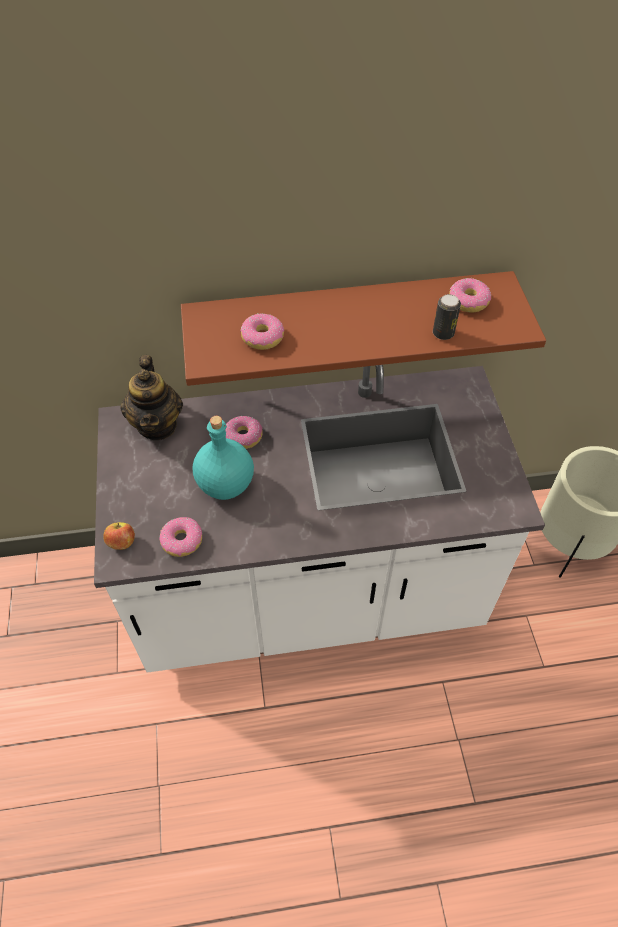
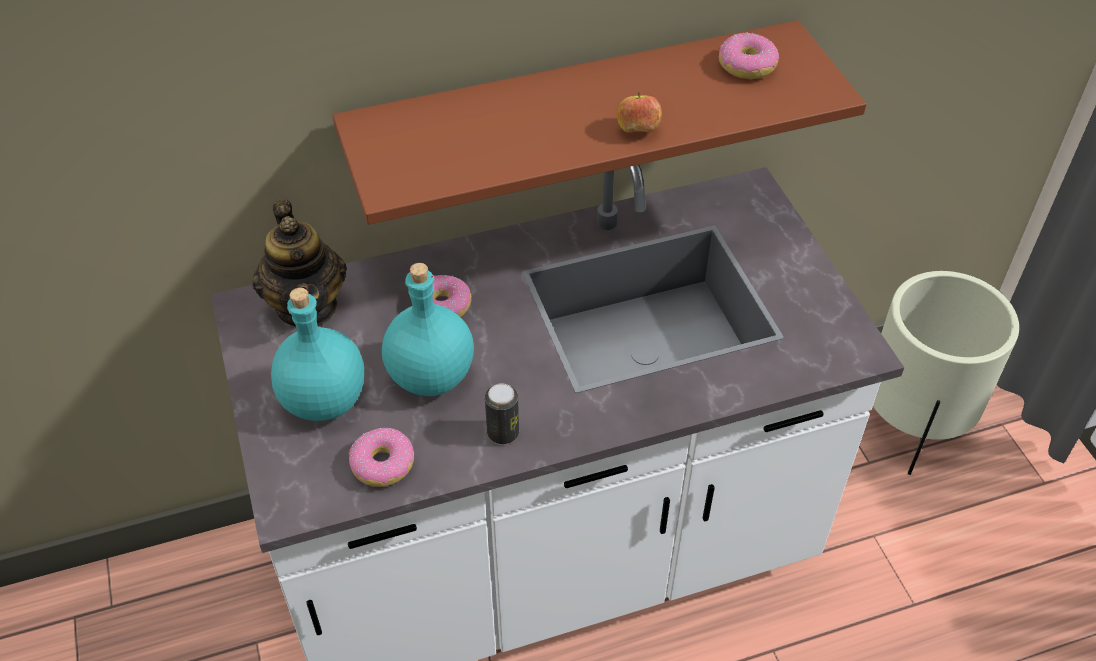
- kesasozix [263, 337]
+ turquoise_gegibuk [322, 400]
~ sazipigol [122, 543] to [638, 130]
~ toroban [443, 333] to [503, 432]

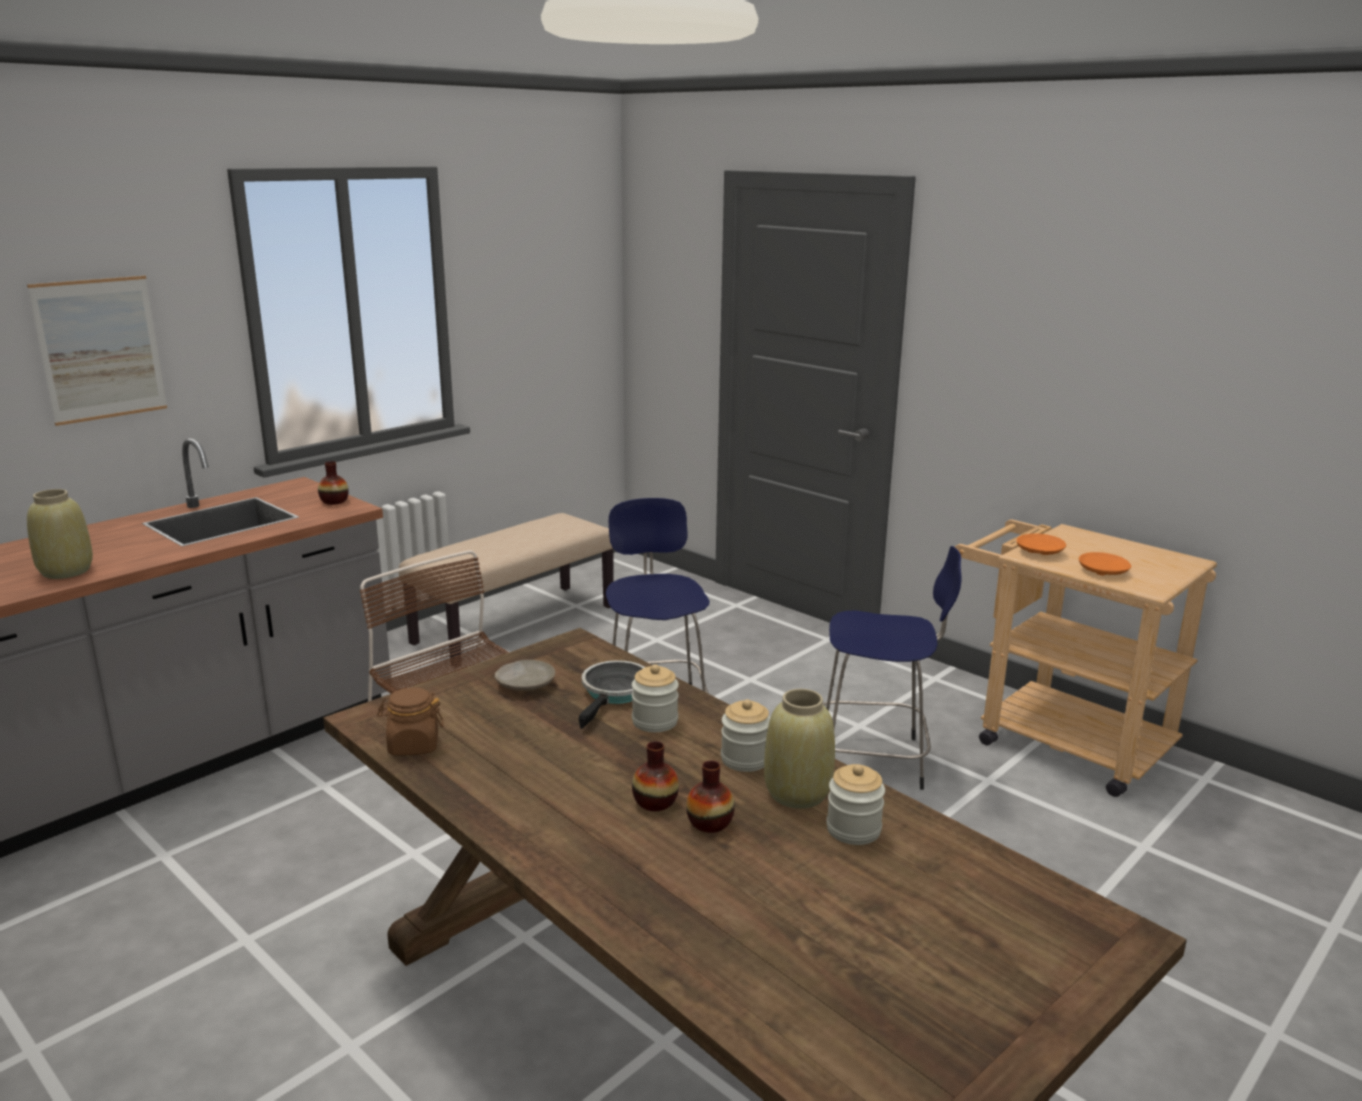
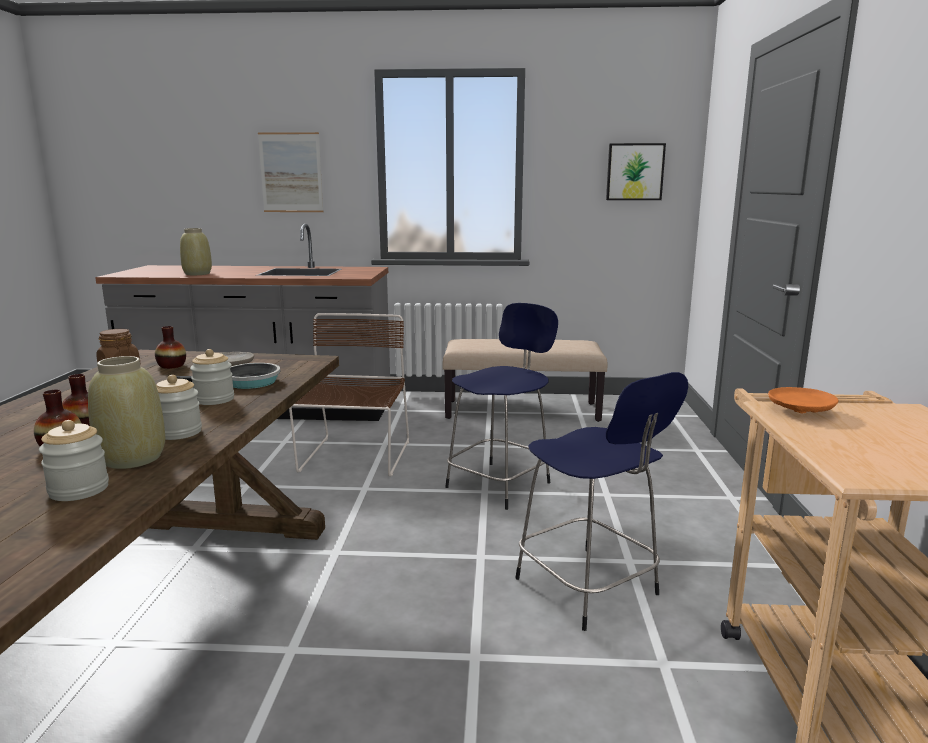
- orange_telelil [1103, 571]
+ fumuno [634, 172]
~ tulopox [334, 501] to [172, 366]

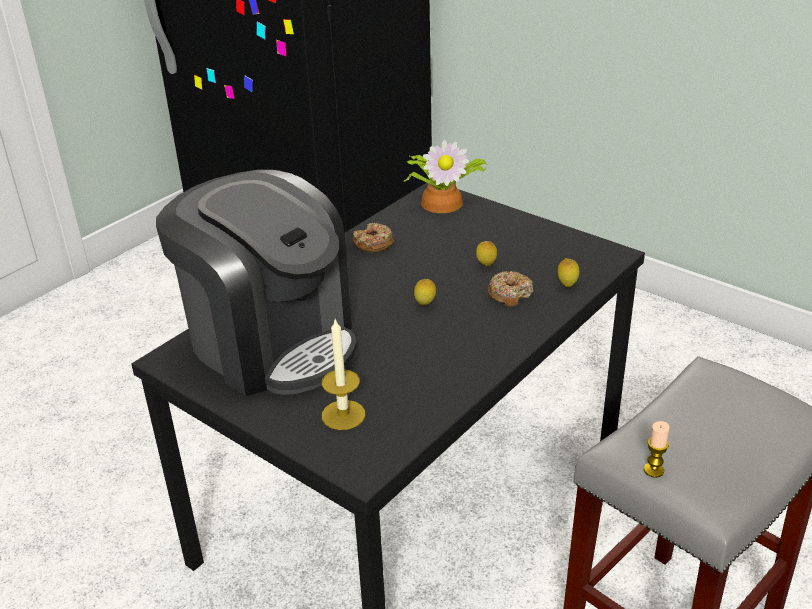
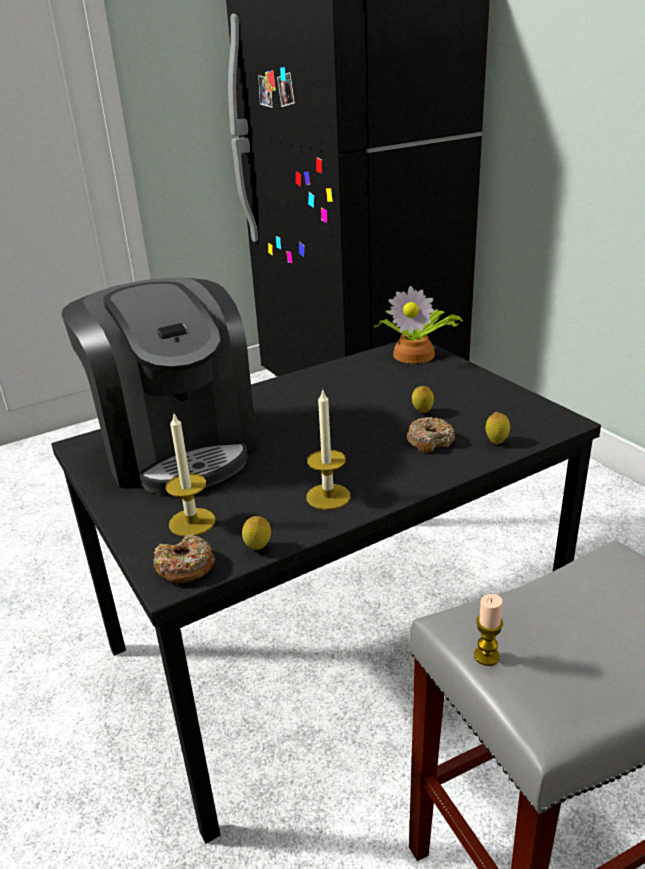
+ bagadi [328, 496]
~ kesasozix [374, 244] to [185, 567]
~ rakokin [425, 305] to [258, 549]

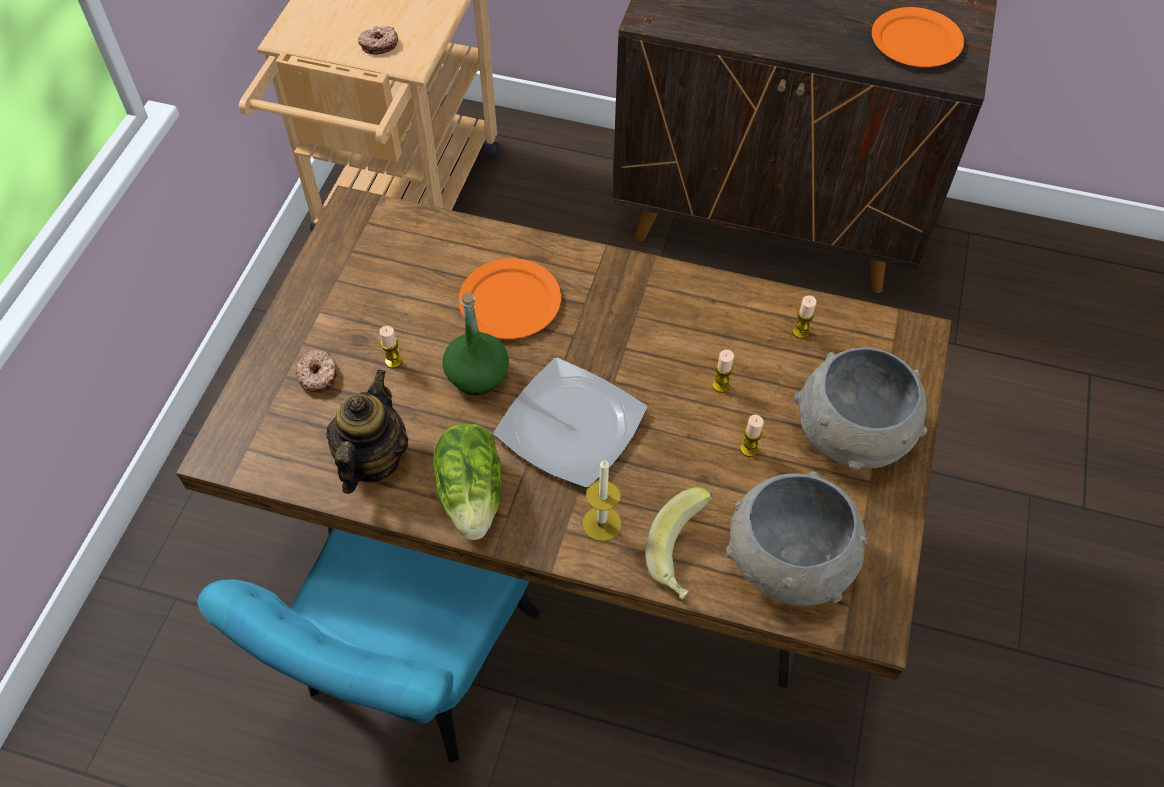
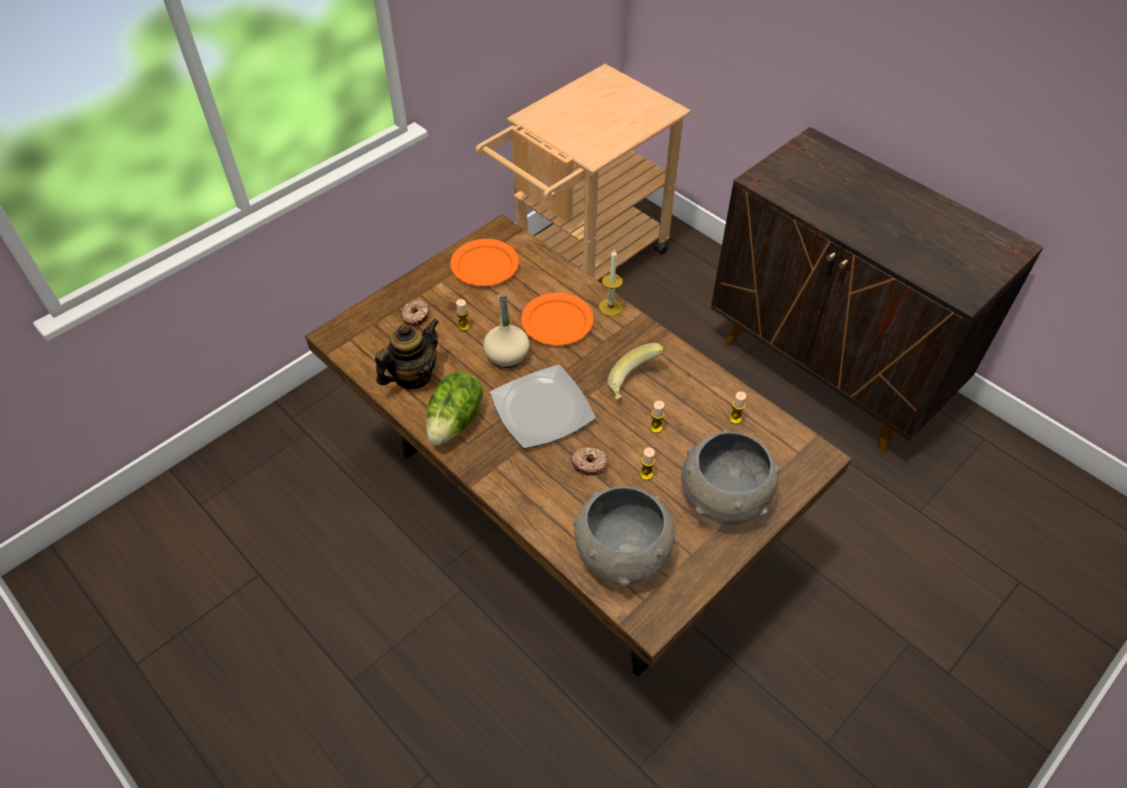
- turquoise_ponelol [410, 674]
~ kesasozix [379, 44] to [589, 464]
~ bagadi [602, 523] to [610, 307]
~ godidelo [683, 555] to [634, 383]
~ orange_telelil [915, 41] to [484, 265]
~ green_gegibuk [477, 375] to beige_gegibuk [507, 355]

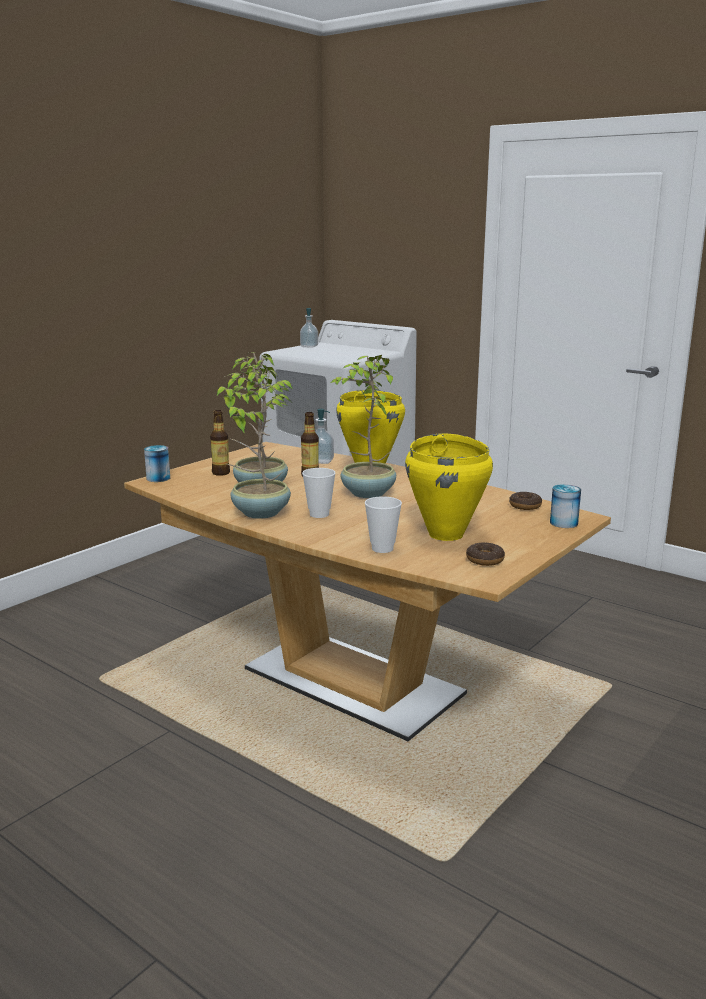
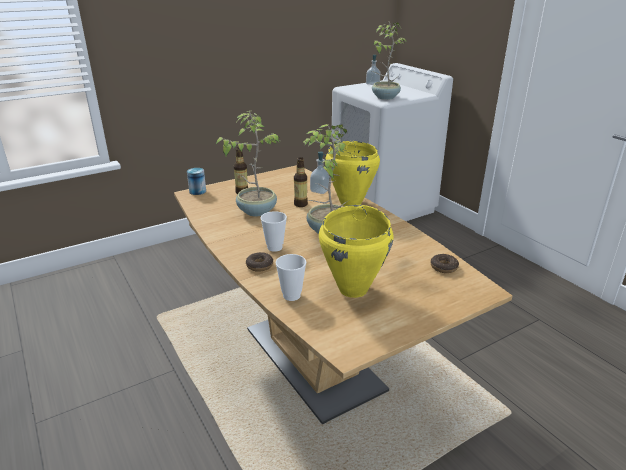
- toroban [563, 523]
~ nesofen [259, 513] to [384, 97]
~ kesasozix [485, 560] to [259, 265]

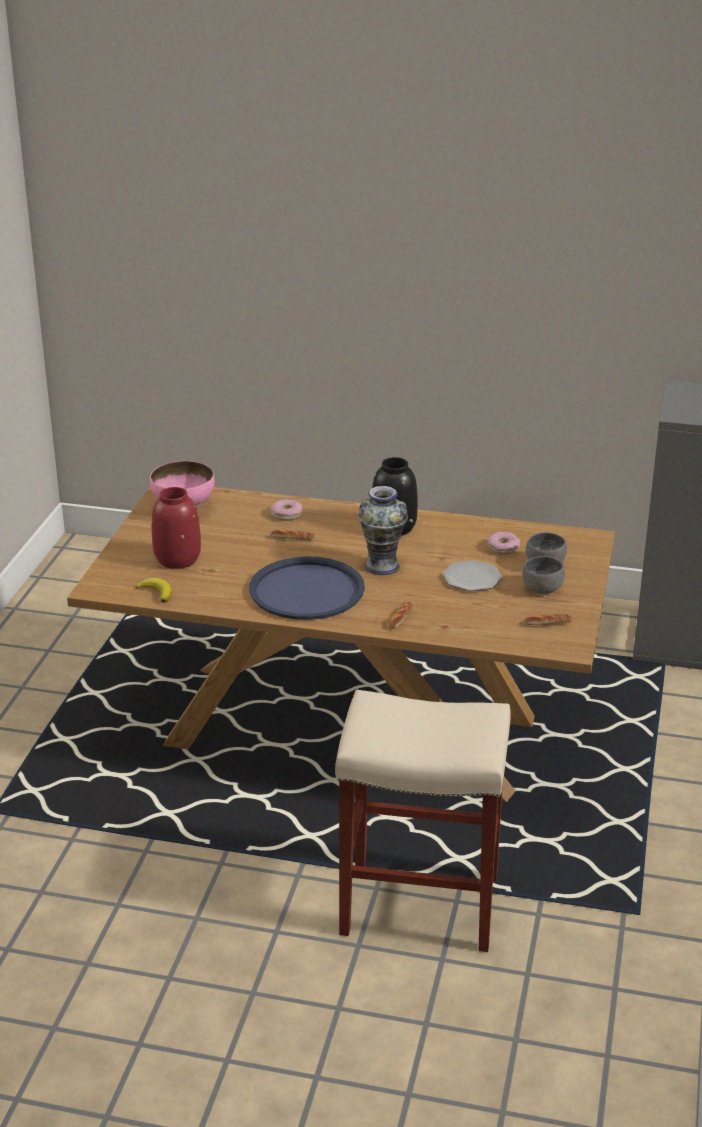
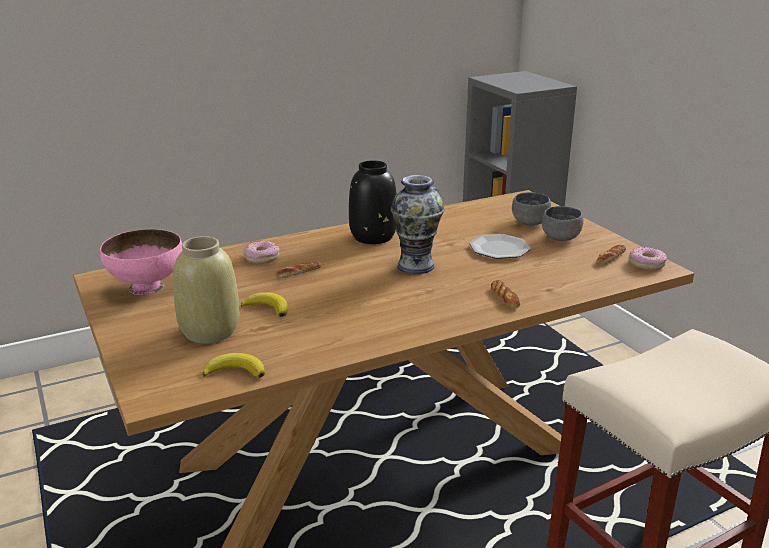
- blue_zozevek [307, 590]
+ godidelo [267, 308]
~ kesasozix [503, 547] to [646, 264]
~ red_tulopox [177, 560] to beige_tulopox [210, 332]

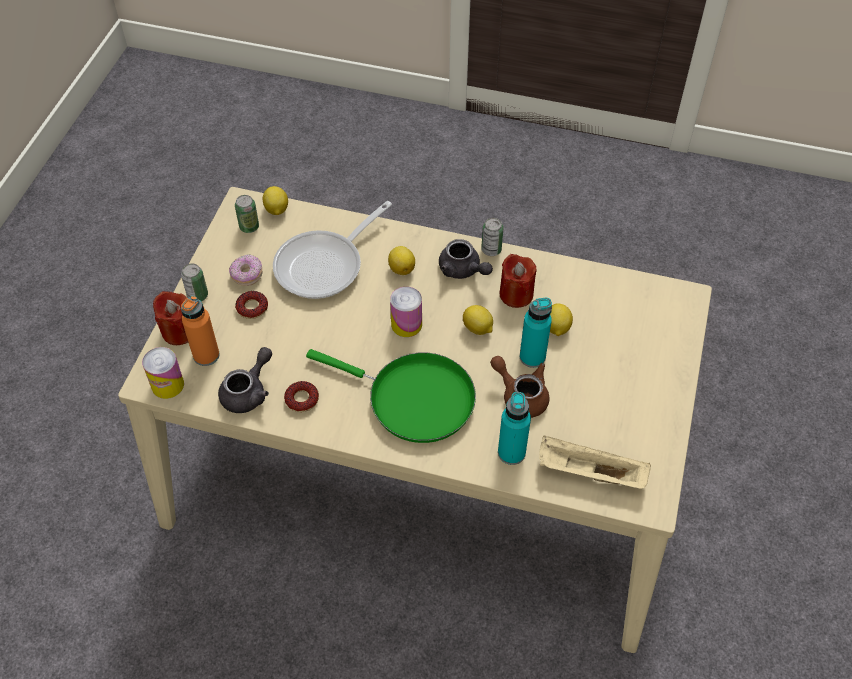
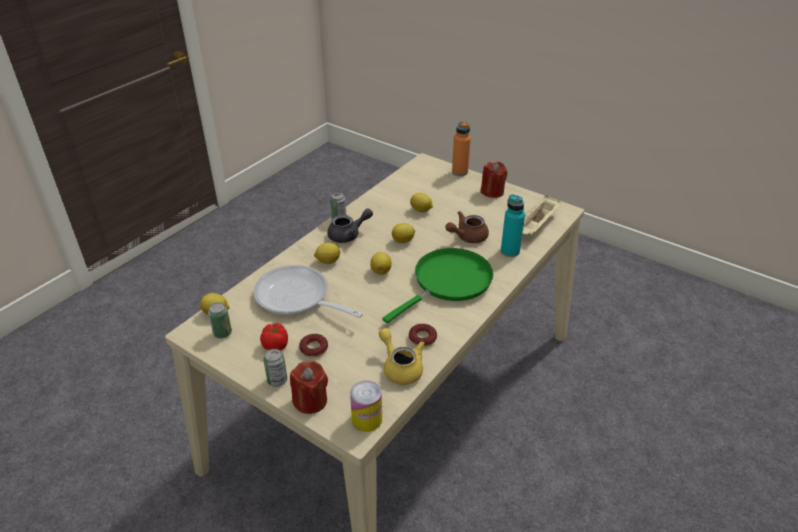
- turquoise_gegibuk [532, 357]
~ orange_gegibuk [206, 355] to [460, 172]
~ red_bagadi [516, 294] to [492, 191]
~ kesasozix [247, 275] to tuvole [276, 345]
~ toroban [406, 324] to rakokin [381, 271]
~ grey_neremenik [248, 392] to yellow_neremenik [400, 367]
~ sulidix [325, 265] = [297, 298] 150 degrees clockwise

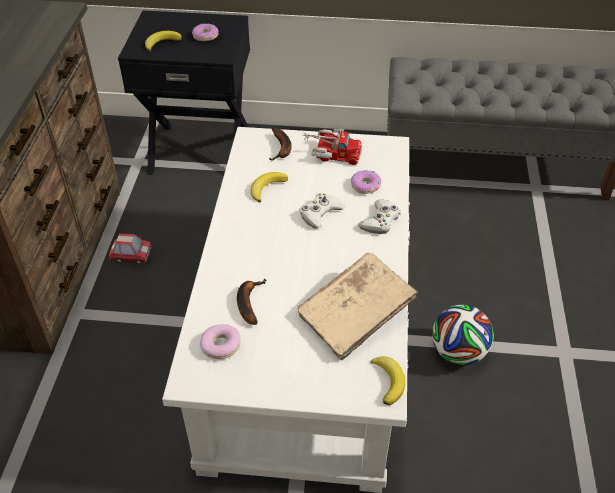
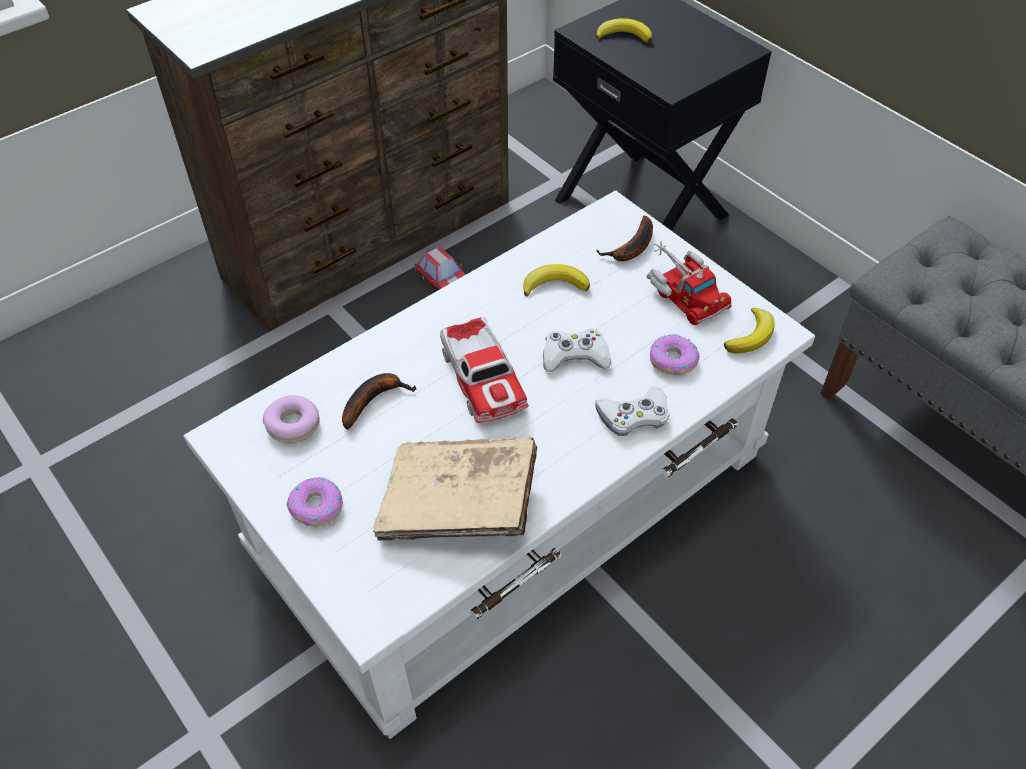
- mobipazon [458, 352]
+ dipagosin [482, 377]
~ kesasozix [205, 36] to [316, 507]
~ godidelo [389, 381] to [751, 335]

